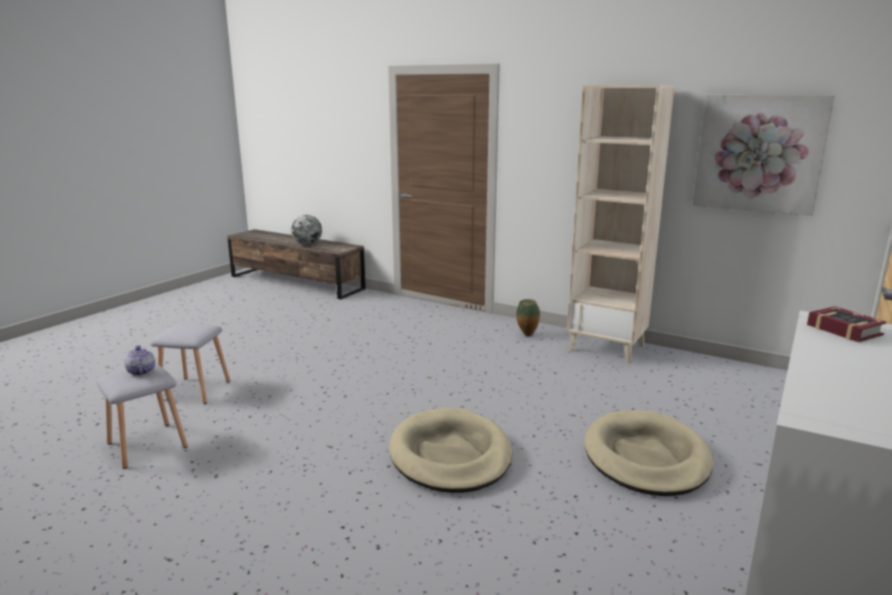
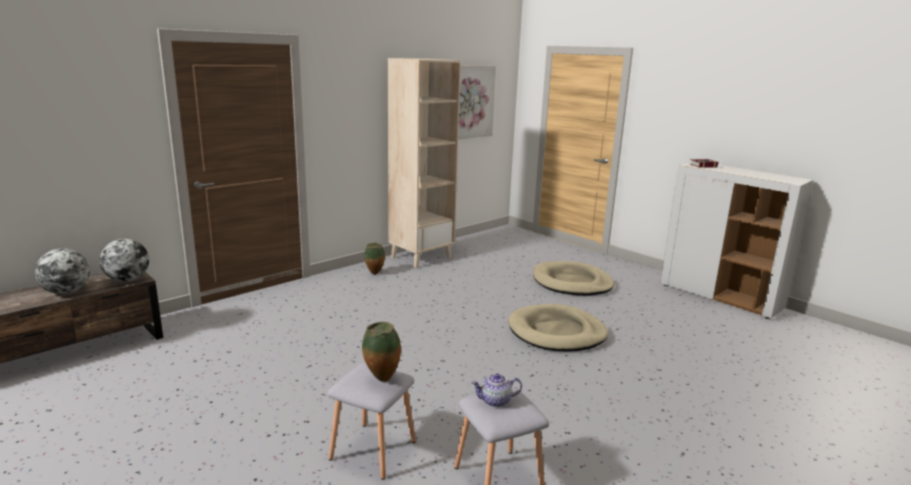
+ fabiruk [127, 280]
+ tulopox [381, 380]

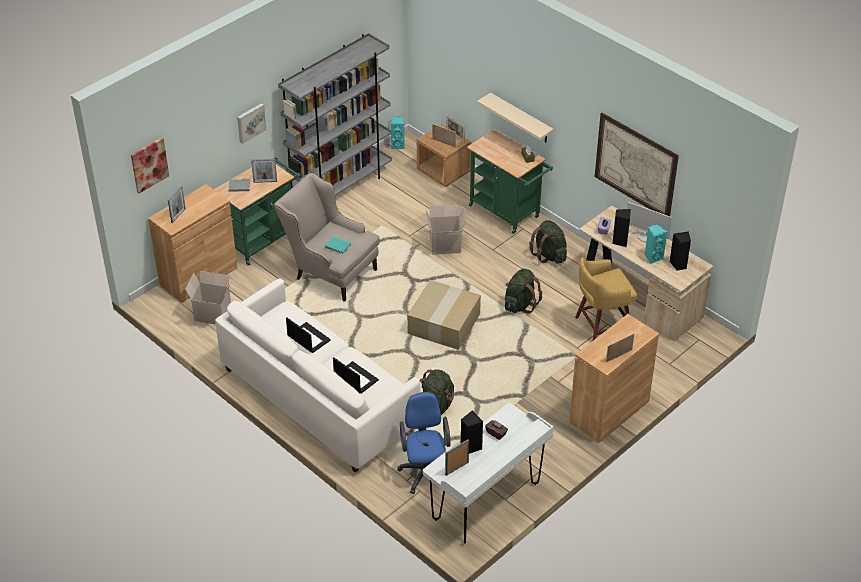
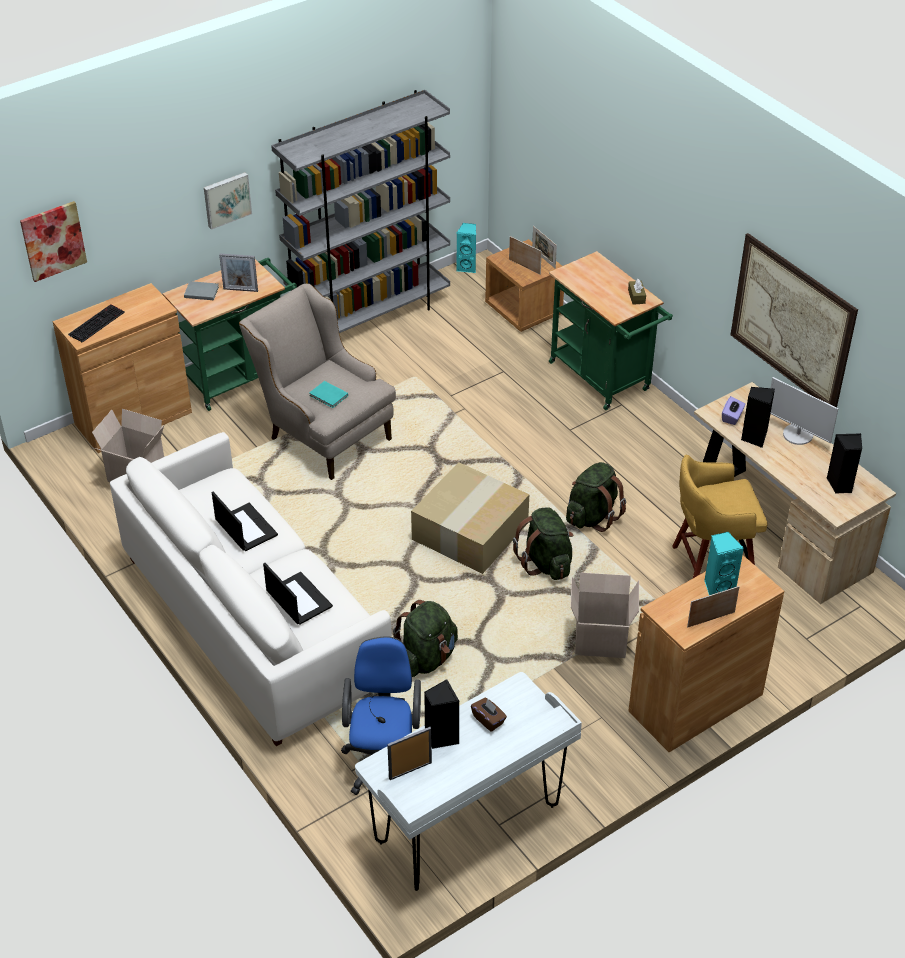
- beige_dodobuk [521, 118]
~ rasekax [444, 246] to [599, 641]
~ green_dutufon [549, 255] to [546, 563]
~ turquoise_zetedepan [653, 257] to [718, 588]
~ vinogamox [178, 215] to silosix [96, 323]

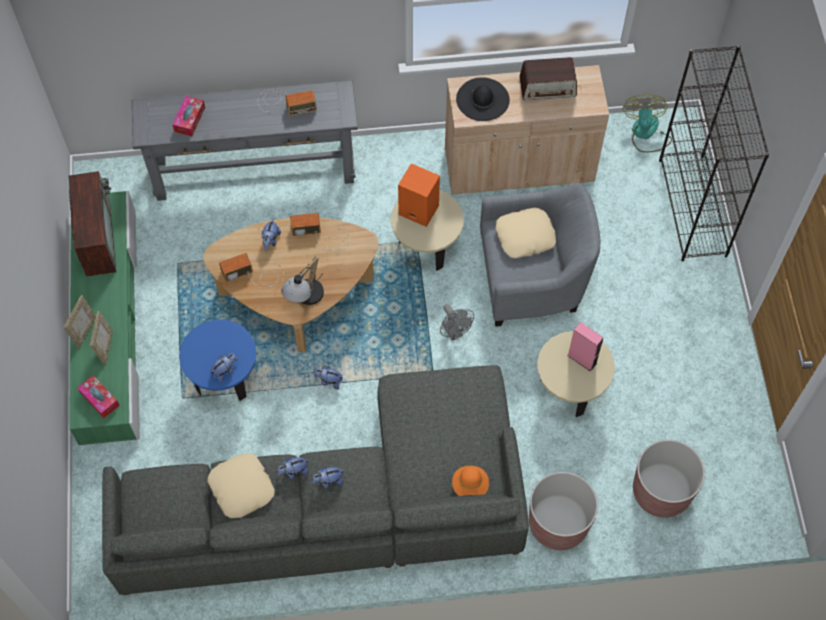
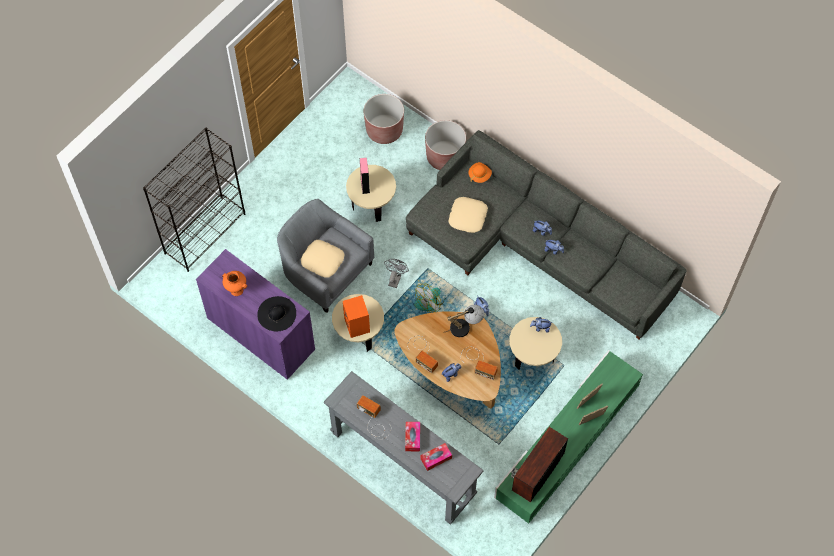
~ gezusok [99, 399] to [412, 438]
~ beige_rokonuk [242, 487] to [467, 217]
~ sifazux [646, 133] to [430, 300]
~ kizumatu [548, 87] to orange_tulopox [236, 290]
~ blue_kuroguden [224, 377] to beige_kuroguden [532, 357]
~ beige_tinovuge [519, 166] to purple_tinovuge [261, 334]

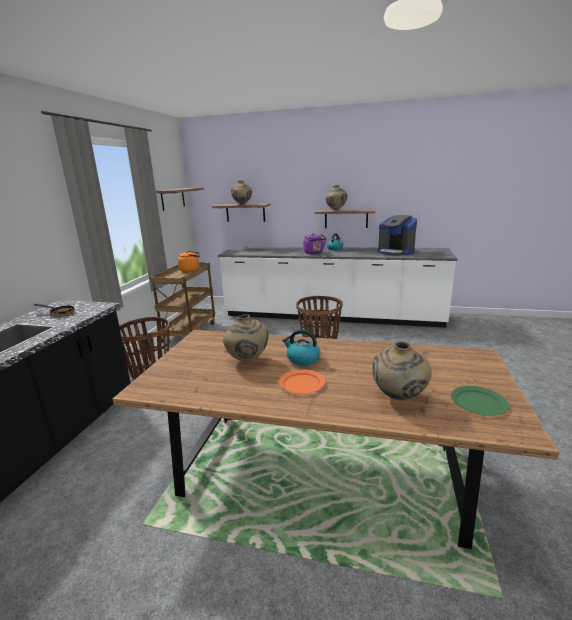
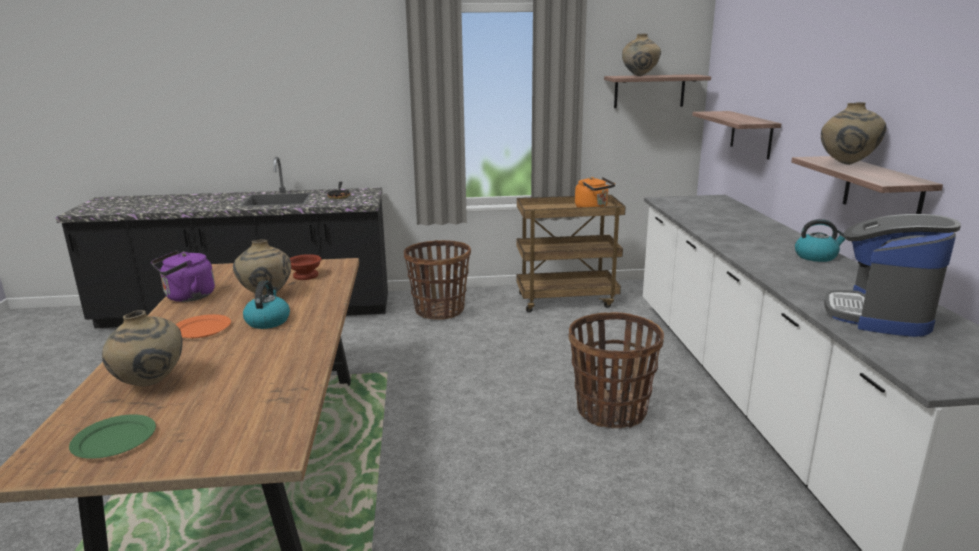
+ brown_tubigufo [306, 275]
~ beige_tulopox [242, 204] to [640, 76]
~ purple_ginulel [314, 253] to [187, 297]

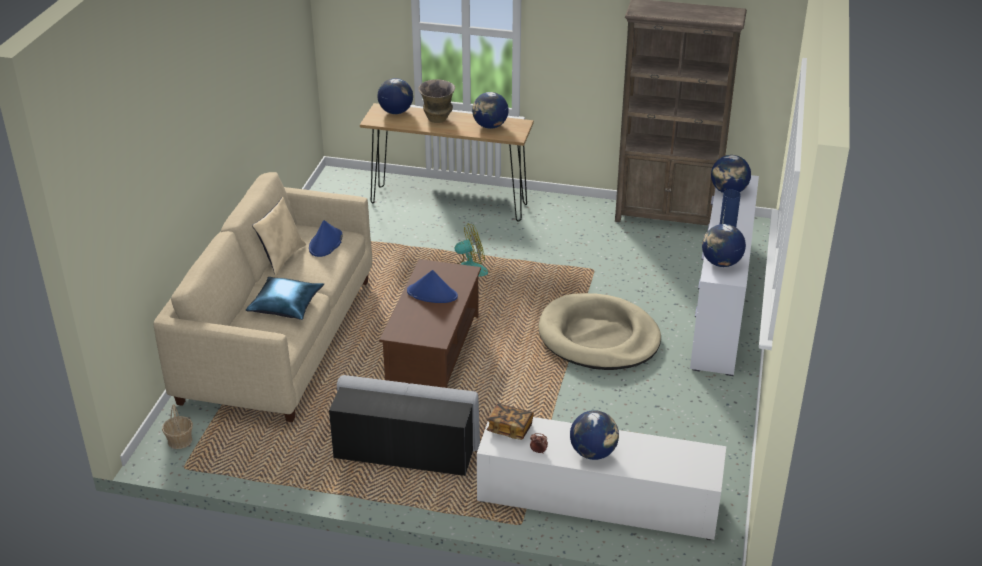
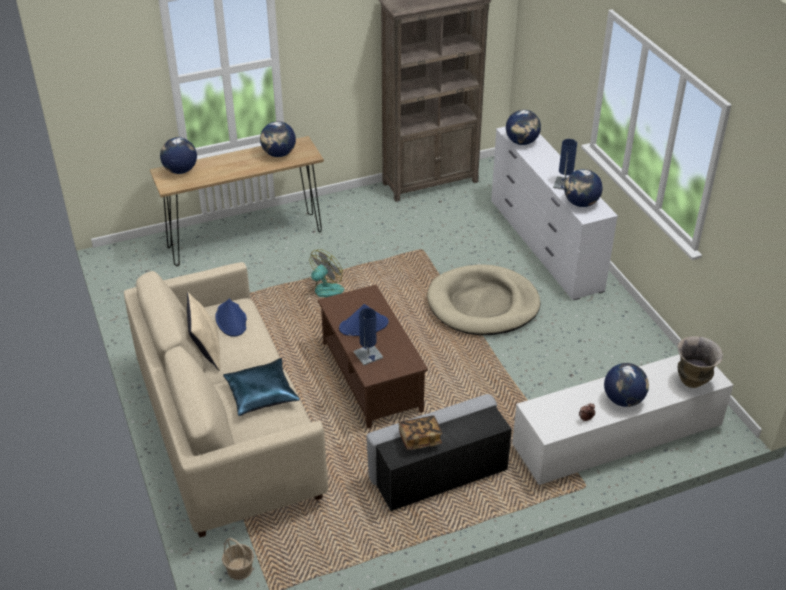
+ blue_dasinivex [368, 355]
~ tulopox [438, 119] to [693, 381]
~ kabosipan [510, 429] to [420, 439]

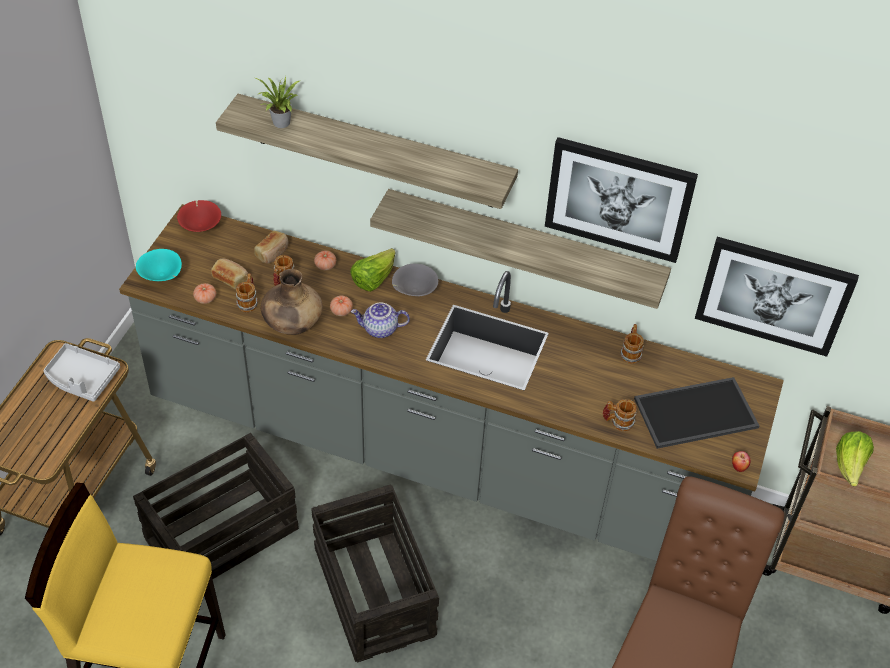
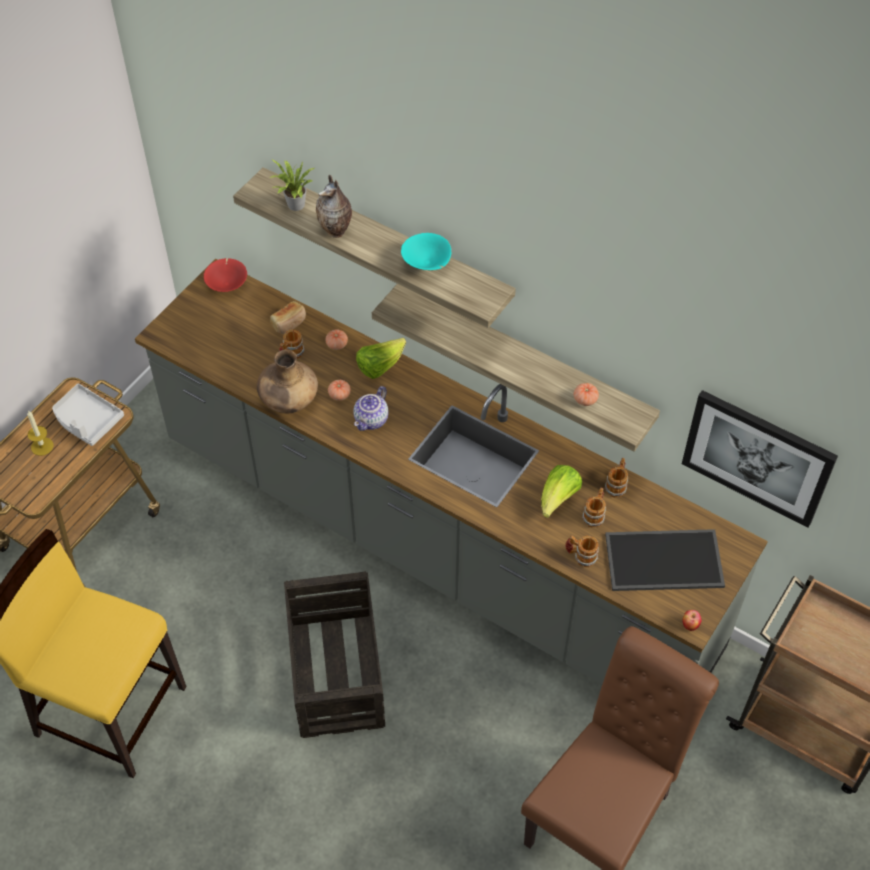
- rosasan [222, 533]
- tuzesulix [231, 278]
- grey_tubigufo [414, 291]
- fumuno [619, 198]
+ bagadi [42, 446]
+ tulopox [336, 231]
~ turquoise_tubigufo [161, 277] to [427, 264]
~ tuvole [205, 299] to [585, 400]
~ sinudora [248, 301] to [595, 514]
~ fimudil [849, 466] to [558, 499]
~ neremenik [380, 330] = [372, 420] 75 degrees counterclockwise

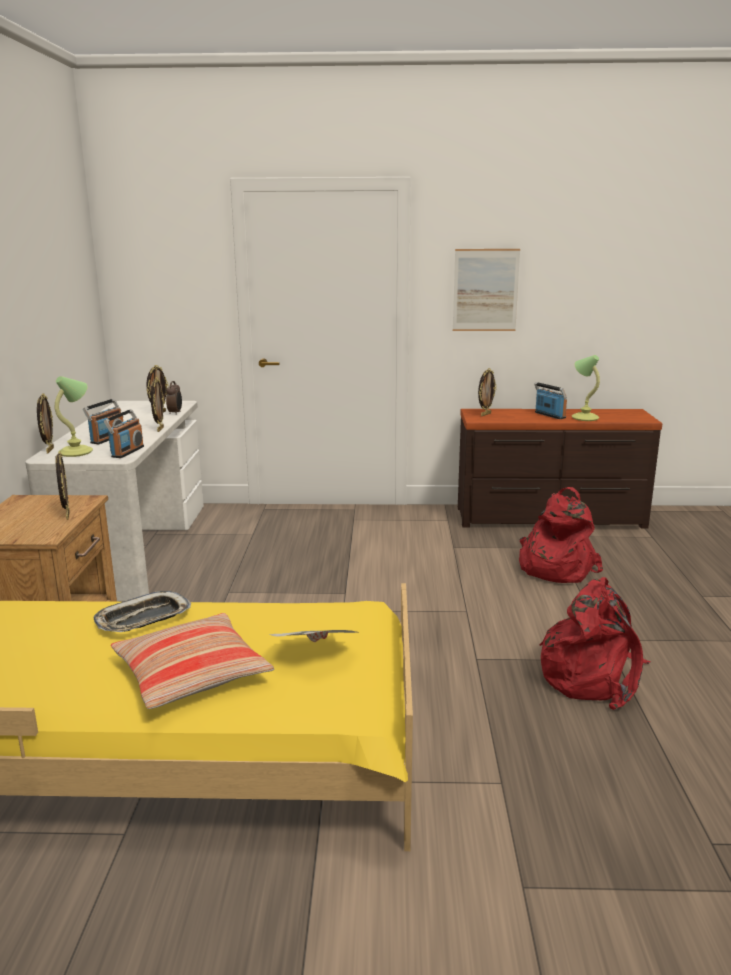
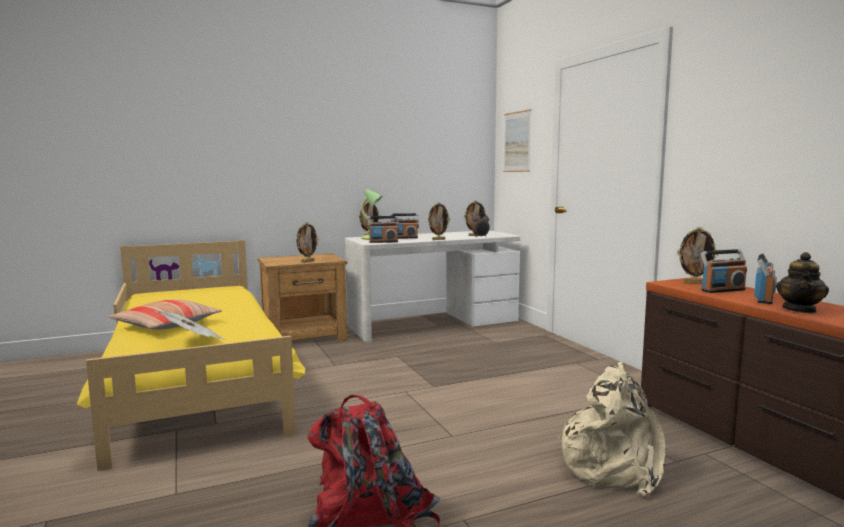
- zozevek [143, 619]
+ kizumatu [722, 290]
~ fumuno [485, 290] to [517, 142]
~ dasinivex [584, 418] to neremenik [800, 310]
~ red_dutufon [554, 568] to beige_dutufon [613, 466]

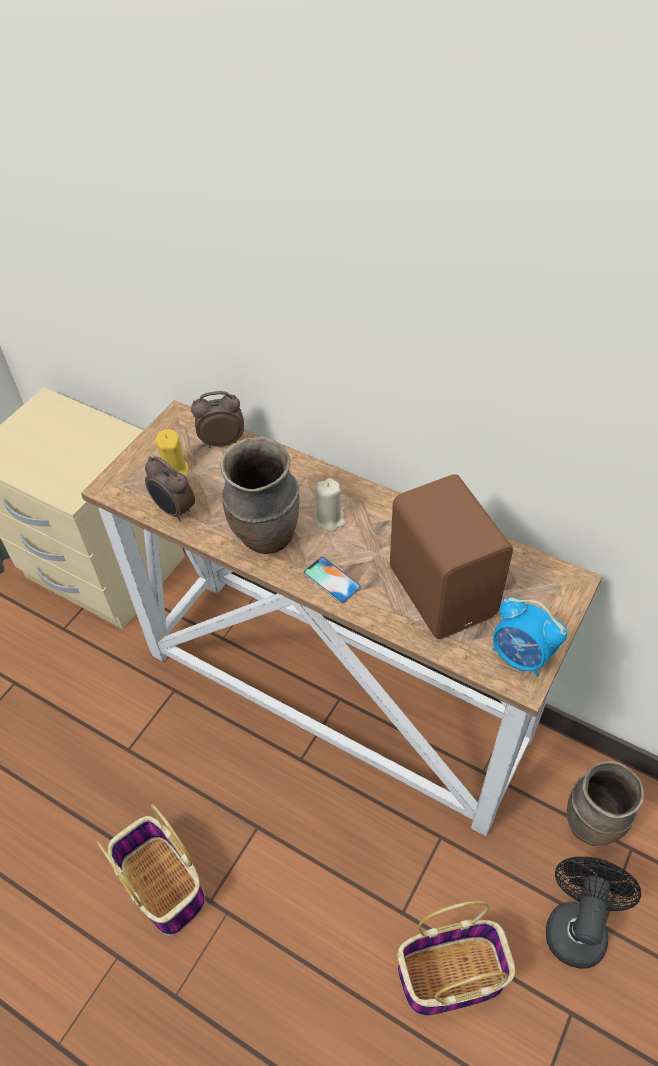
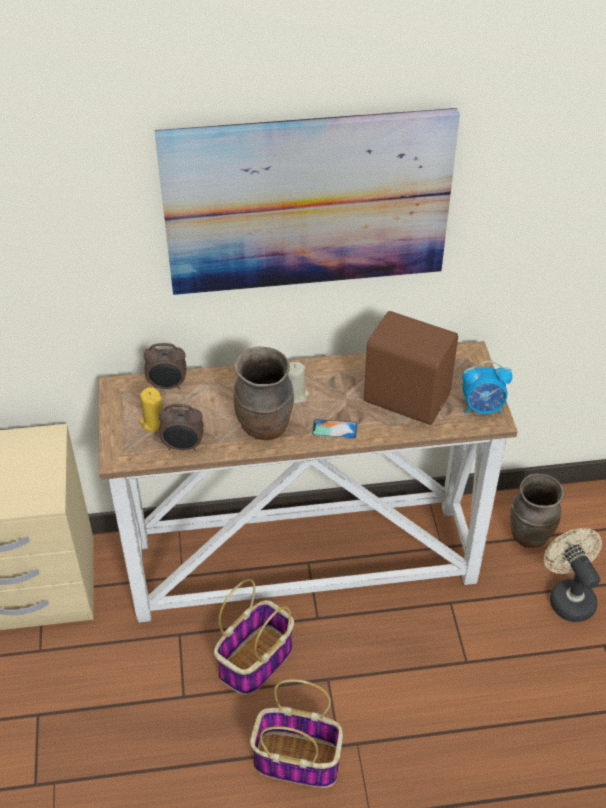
+ fumuno [307, 202]
~ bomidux [449, 976] to [255, 662]
~ black_sifazux [577, 924] to beige_sifazux [568, 596]
~ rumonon [222, 441] = [167, 386] 135 degrees counterclockwise

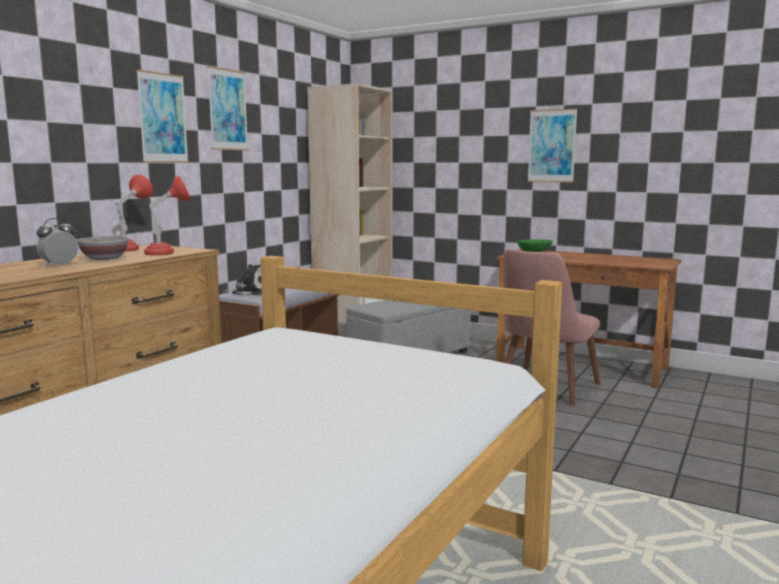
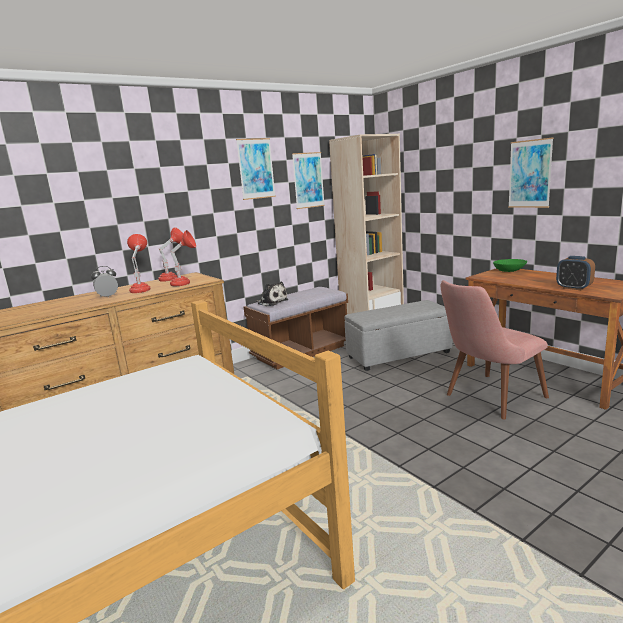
+ rumonon [574, 288]
~ fumuno [162, 118] to [308, 180]
~ tubigufo [104, 259] to red_dasinivex [142, 289]

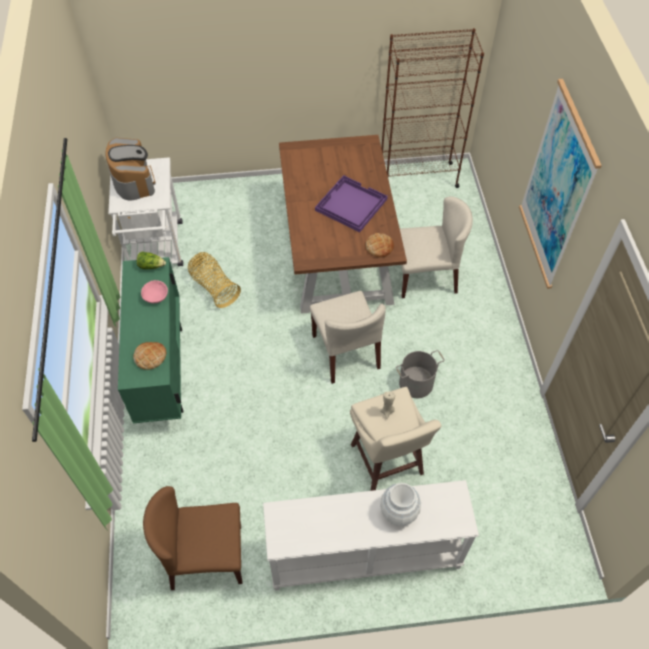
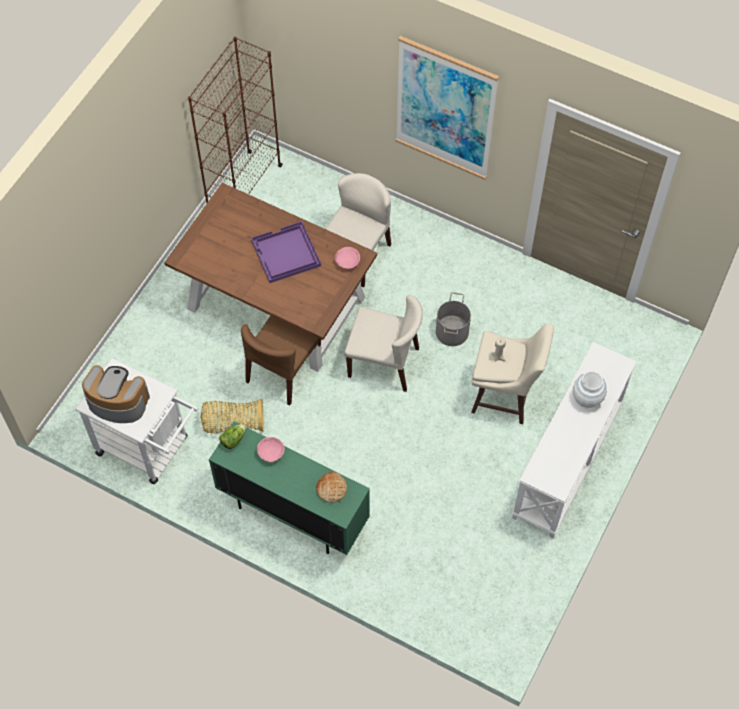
~ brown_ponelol [206, 557] to [283, 371]
~ tuzesulix [379, 247] to pink_tubigufo [347, 262]

